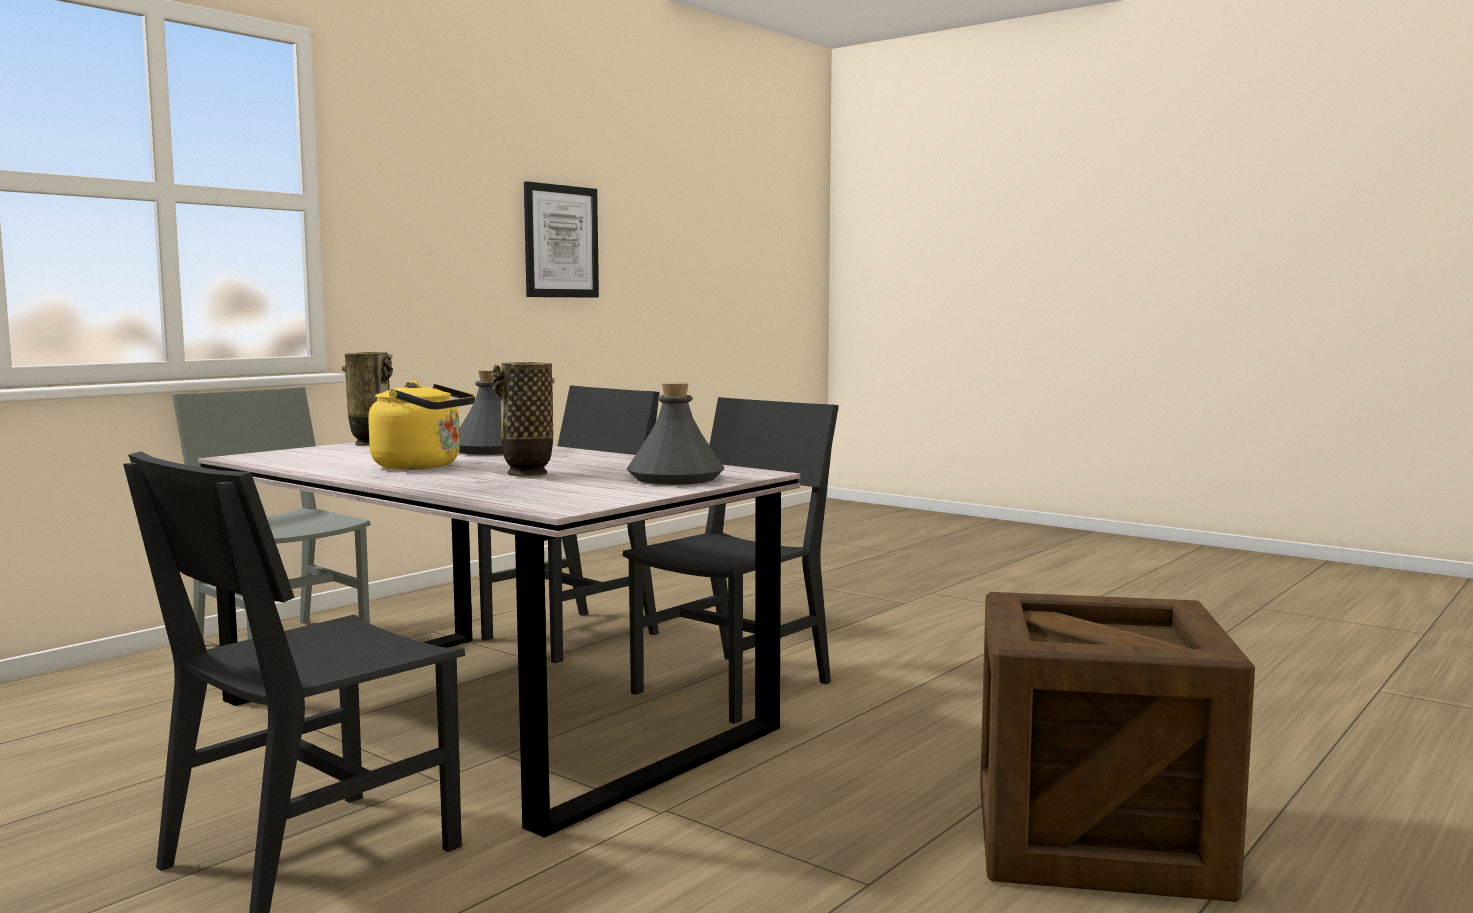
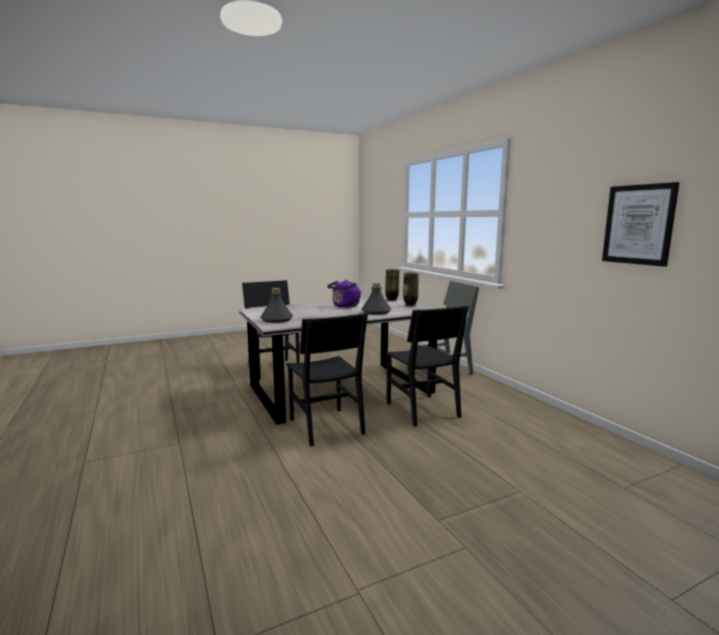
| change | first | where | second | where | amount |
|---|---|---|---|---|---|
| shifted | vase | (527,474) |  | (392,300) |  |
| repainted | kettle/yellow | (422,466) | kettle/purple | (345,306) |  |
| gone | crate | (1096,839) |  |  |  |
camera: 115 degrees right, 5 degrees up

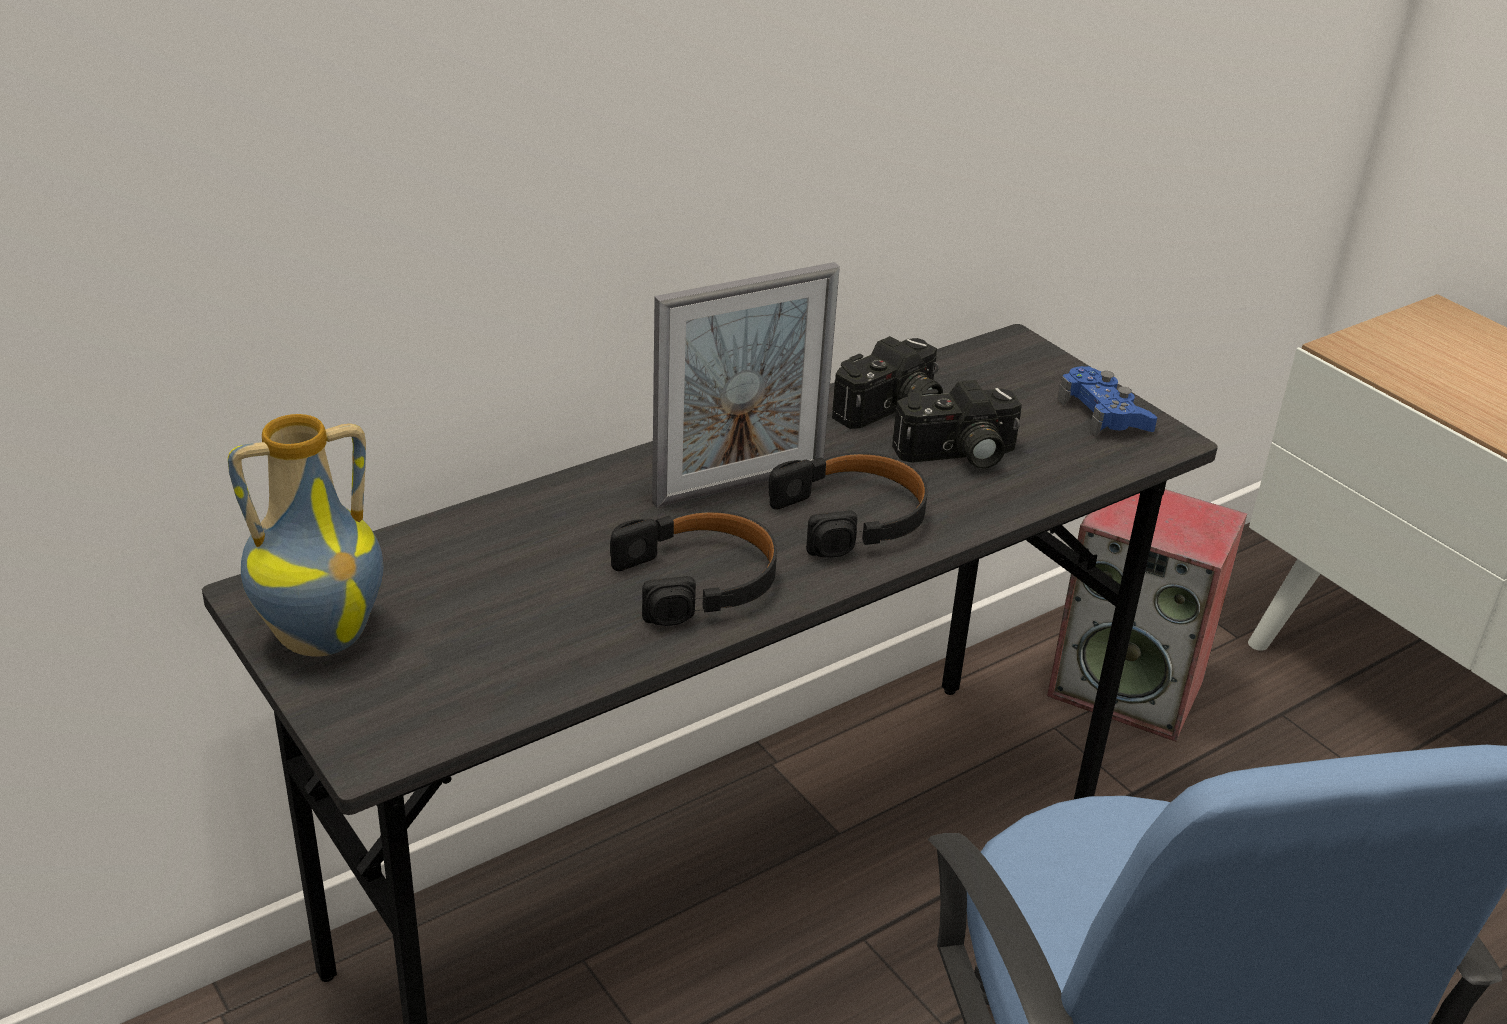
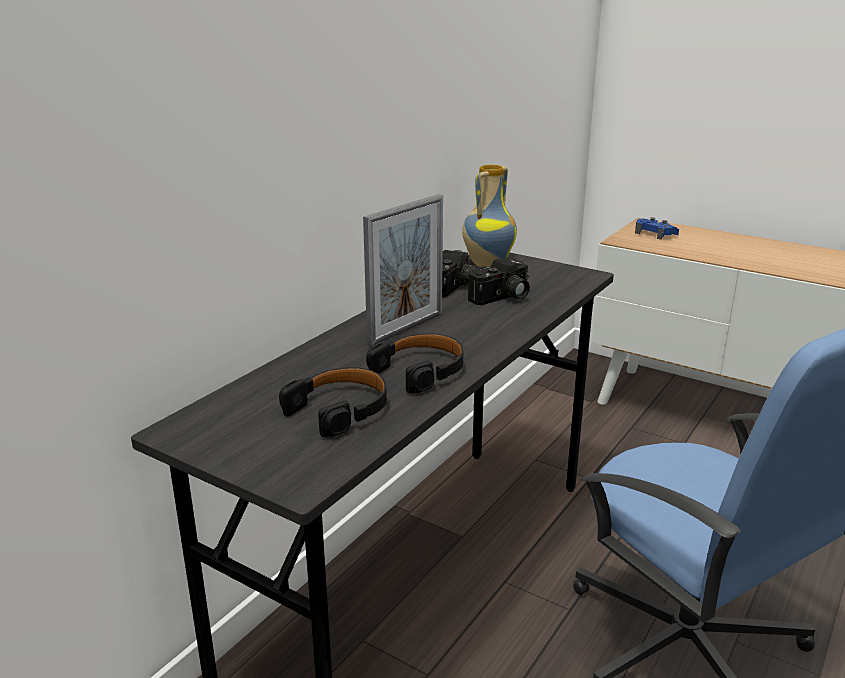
| change | first | where | second | where | amount |
|---|---|---|---|---|---|
| shifted | game controller/blue | (1104,414) |  | (655,234) |  |
| shifted | vase | (322,634) |  | (487,264) |  |
| shifted | headphones/black | (852,517) |  | (340,409) |  |
| gone | speaker | (1128,689) |  |  |  |
camera: 20 degrees left, 10 degrees down

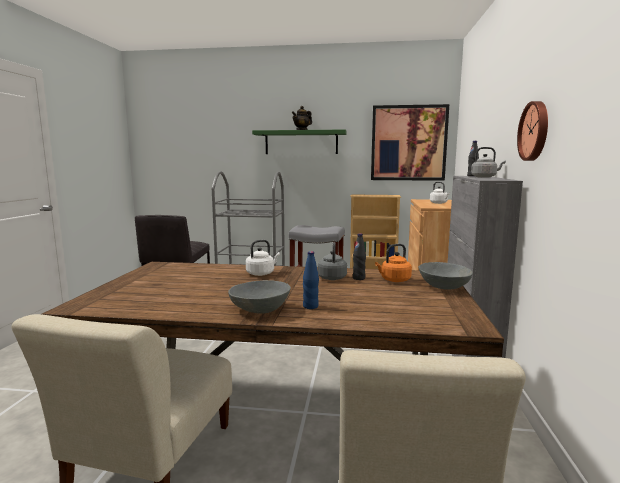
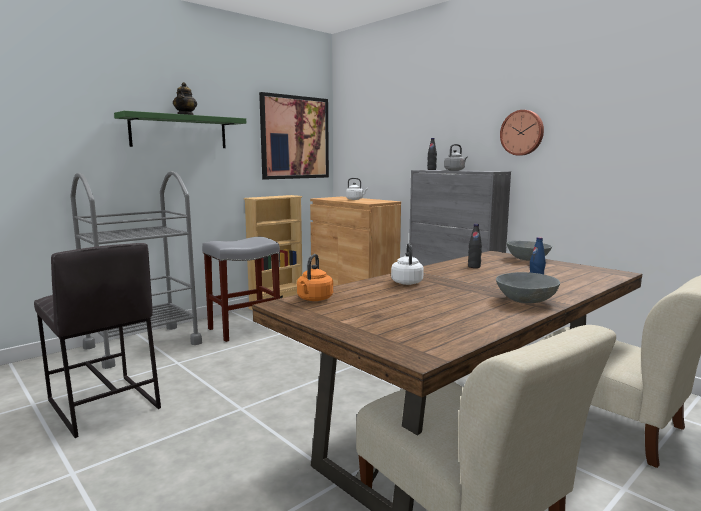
| change | first | where | second | where | amount |
|---|---|---|---|---|---|
| gone | kettle/grey | (332,277) |  |  |  |
| shifted | kettle/orange | (394,280) |  | (314,299) |  |
camera: 50 degrees left, 0 degrees up

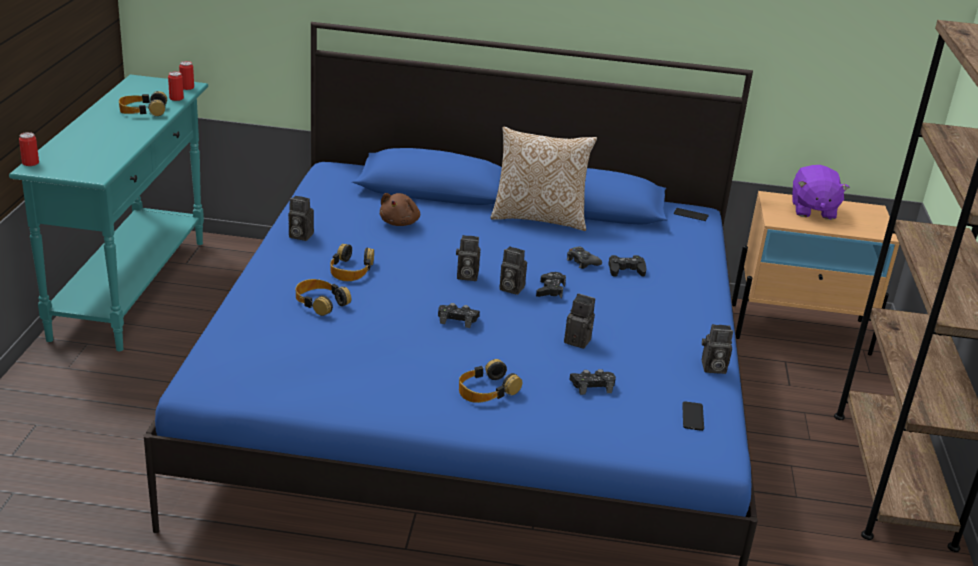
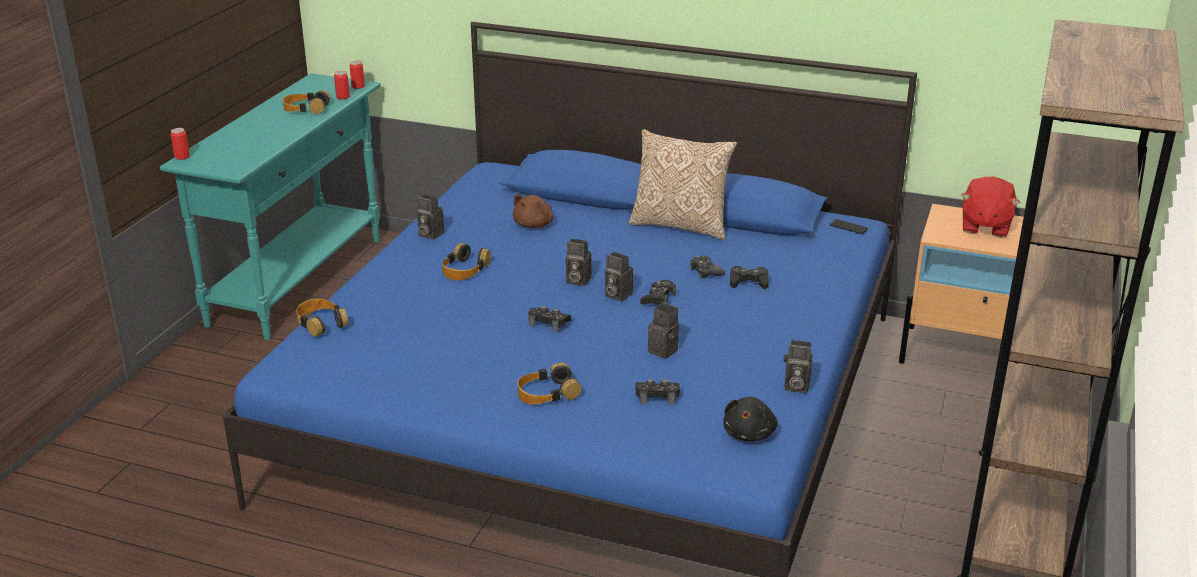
| change | first | where | second | where | amount |
|---|---|---|---|---|---|
| repainted | plush toy/purple | (812,210) | plush toy/red | (984,226) |  |
| shifted | headphones | (320,302) |  | (321,323) |  |
| swapped | phone | (692,416) | plush toy/black | (749,433) |  |
camera: 15 degrees right, 0 degrees up

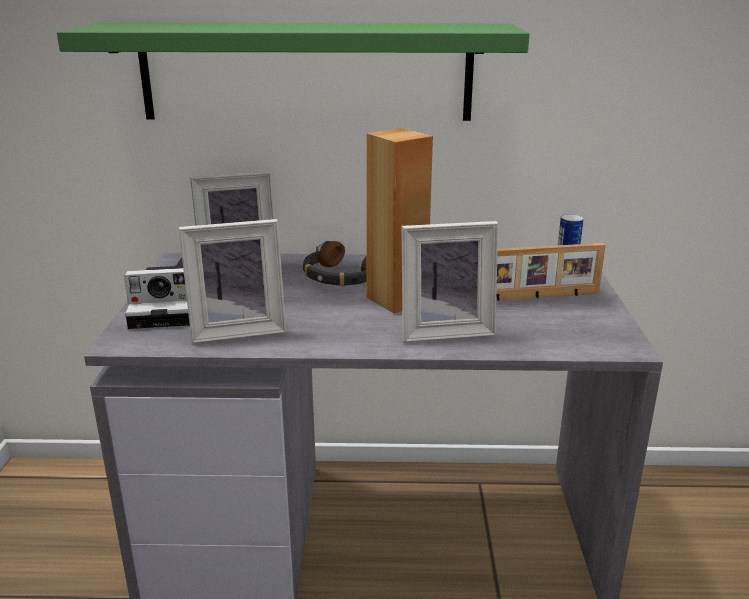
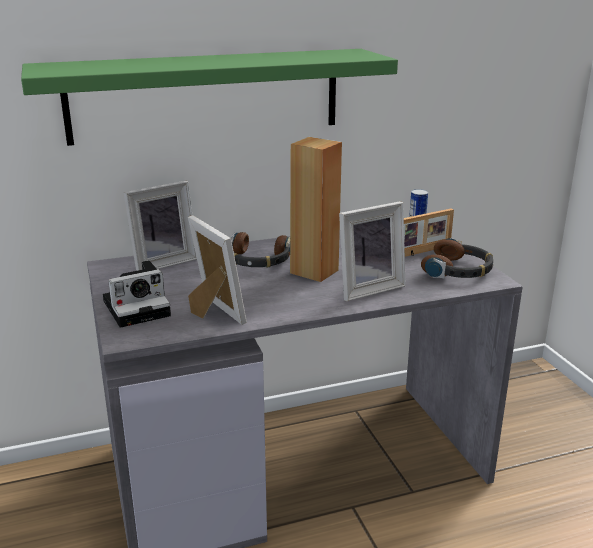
| change | first | where | second | where | amount |
|---|---|---|---|---|---|
| rotated | picture frame | (237,329) |  | (212,313) | 90 degrees counterclockwise |
| new |  |  | headphones | (458,270) |  |
camera: 20 degrees left, 0 degrees up

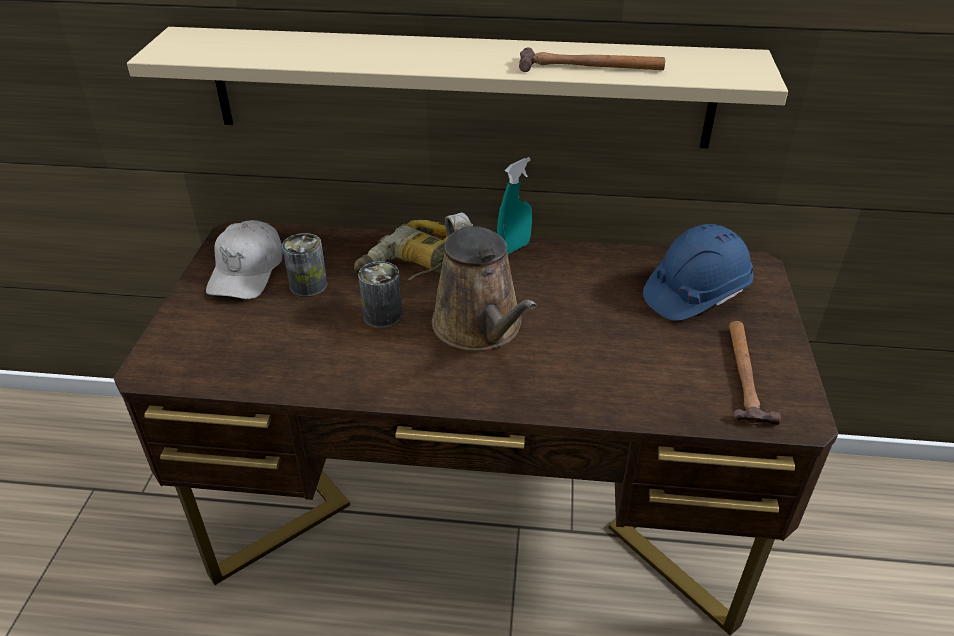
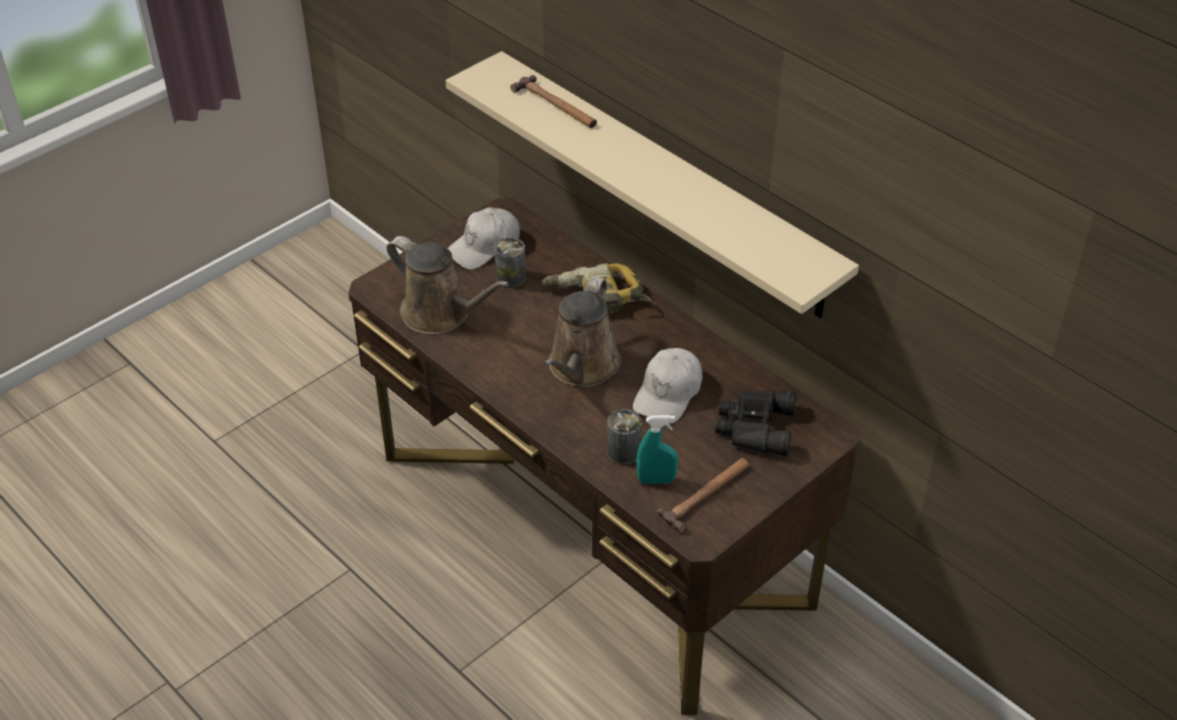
| change | first | where | second | where | amount |
|---|---|---|---|---|---|
| shifted | hammer | (591,67) |  | (556,106) |  |
| shifted | spray bottle/turquoise | (514,248) |  | (656,480) |  |
| swapped | hard hat/blue | (695,294) | binoculars/black | (754,427) |  |
| shifted | can | (382,315) |  | (623,452) |  |
| new |  |  | watering can/brown | (441,314) |  |
| new |  |  | cap/white | (668,393) |  |
camera: 40 degrees right, 5 degrees up

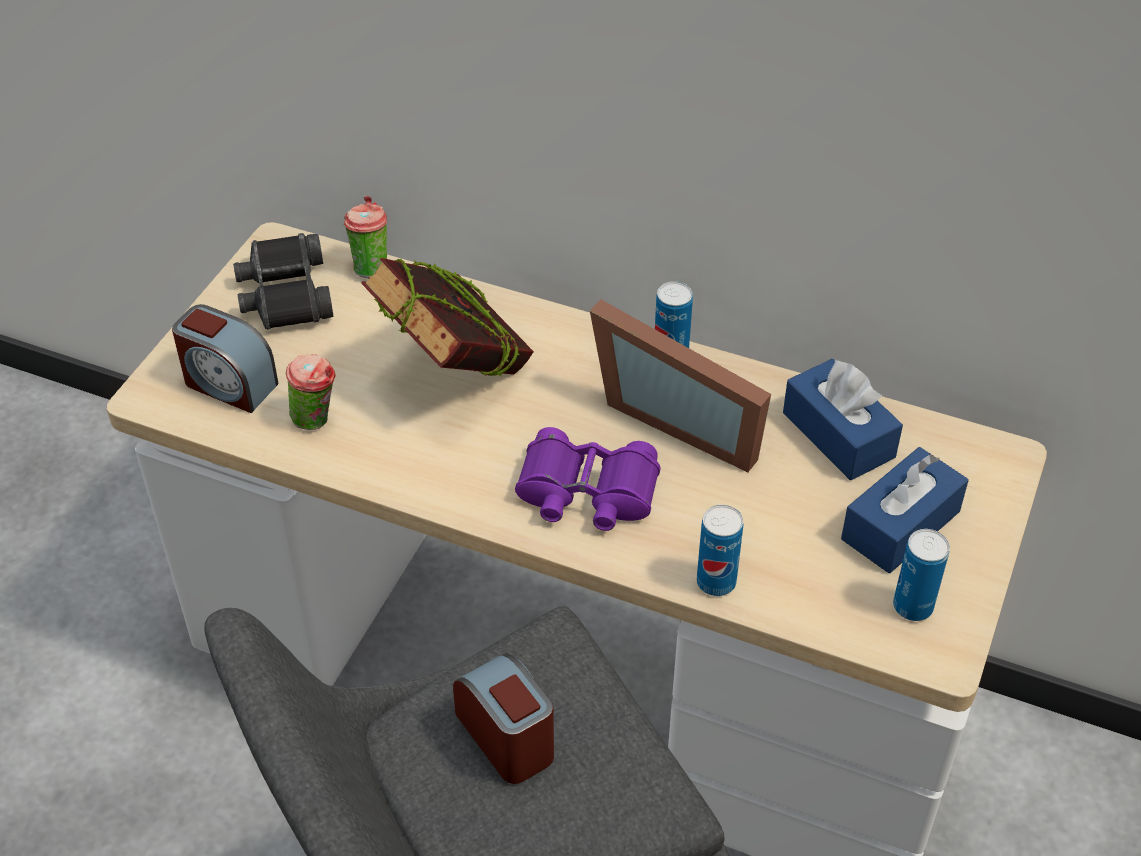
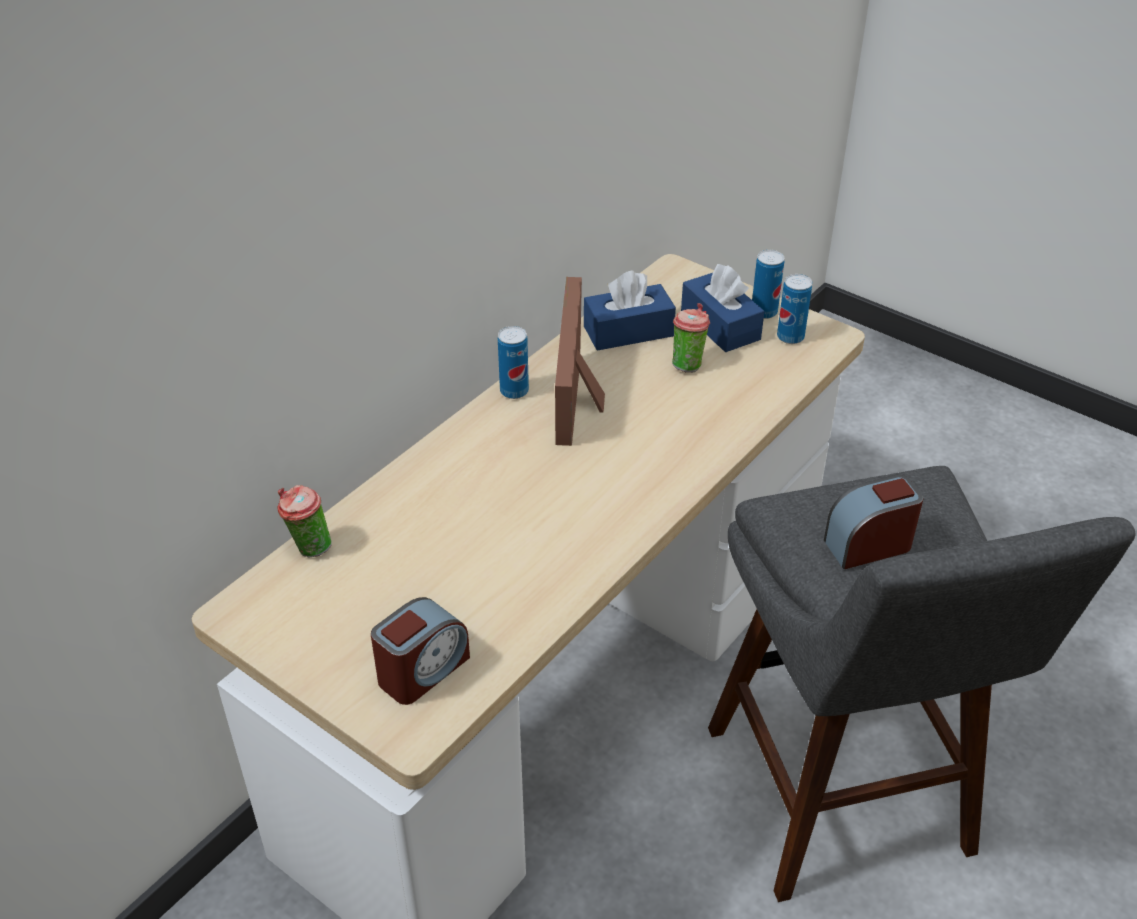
| change | first | where | second | where | amount |
|---|---|---|---|---|---|
| gone | binoculars/black | (284,294) |  |  |  |
| gone | book | (454,376) |  |  |  |
| rotated | picture frame | (682,417) |  | (582,398) | 135 degrees clockwise |
| shifted | cup | (317,420) |  | (687,363) |  |
| gone | binoculars/purple | (587,494) |  |  |  |
| shifted | can | (716,582) |  | (764,312) |  |
camera: 75 degrees left, 5 degrees down

